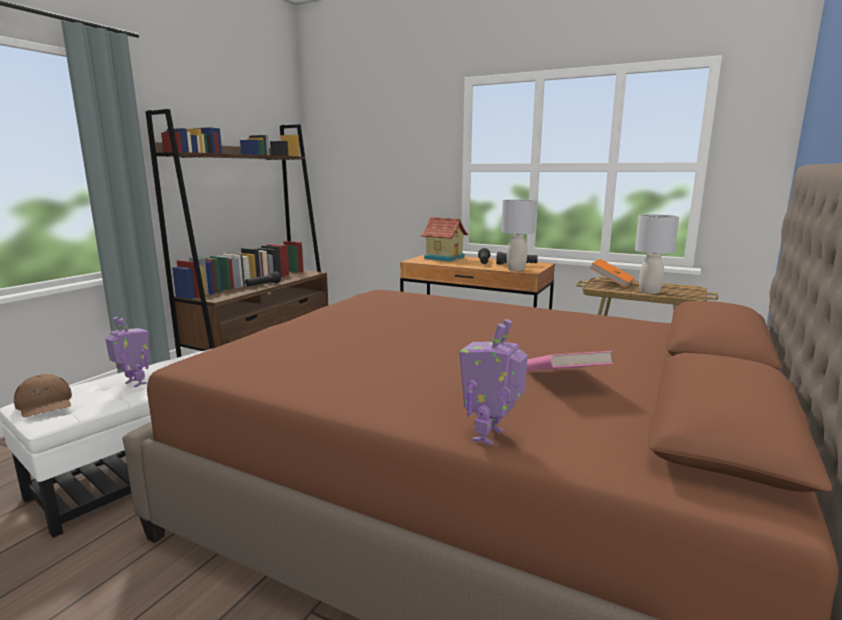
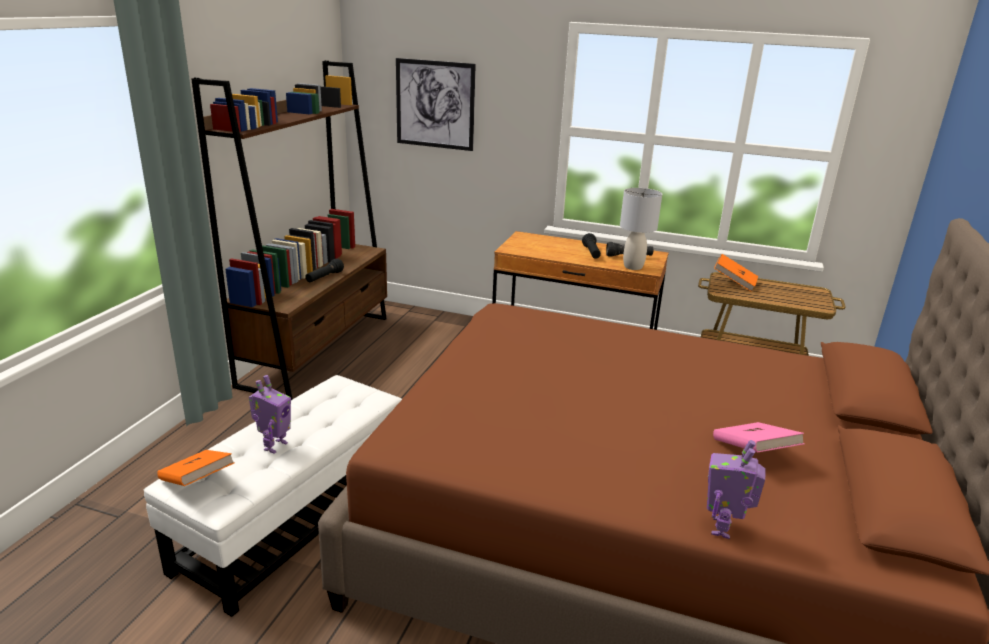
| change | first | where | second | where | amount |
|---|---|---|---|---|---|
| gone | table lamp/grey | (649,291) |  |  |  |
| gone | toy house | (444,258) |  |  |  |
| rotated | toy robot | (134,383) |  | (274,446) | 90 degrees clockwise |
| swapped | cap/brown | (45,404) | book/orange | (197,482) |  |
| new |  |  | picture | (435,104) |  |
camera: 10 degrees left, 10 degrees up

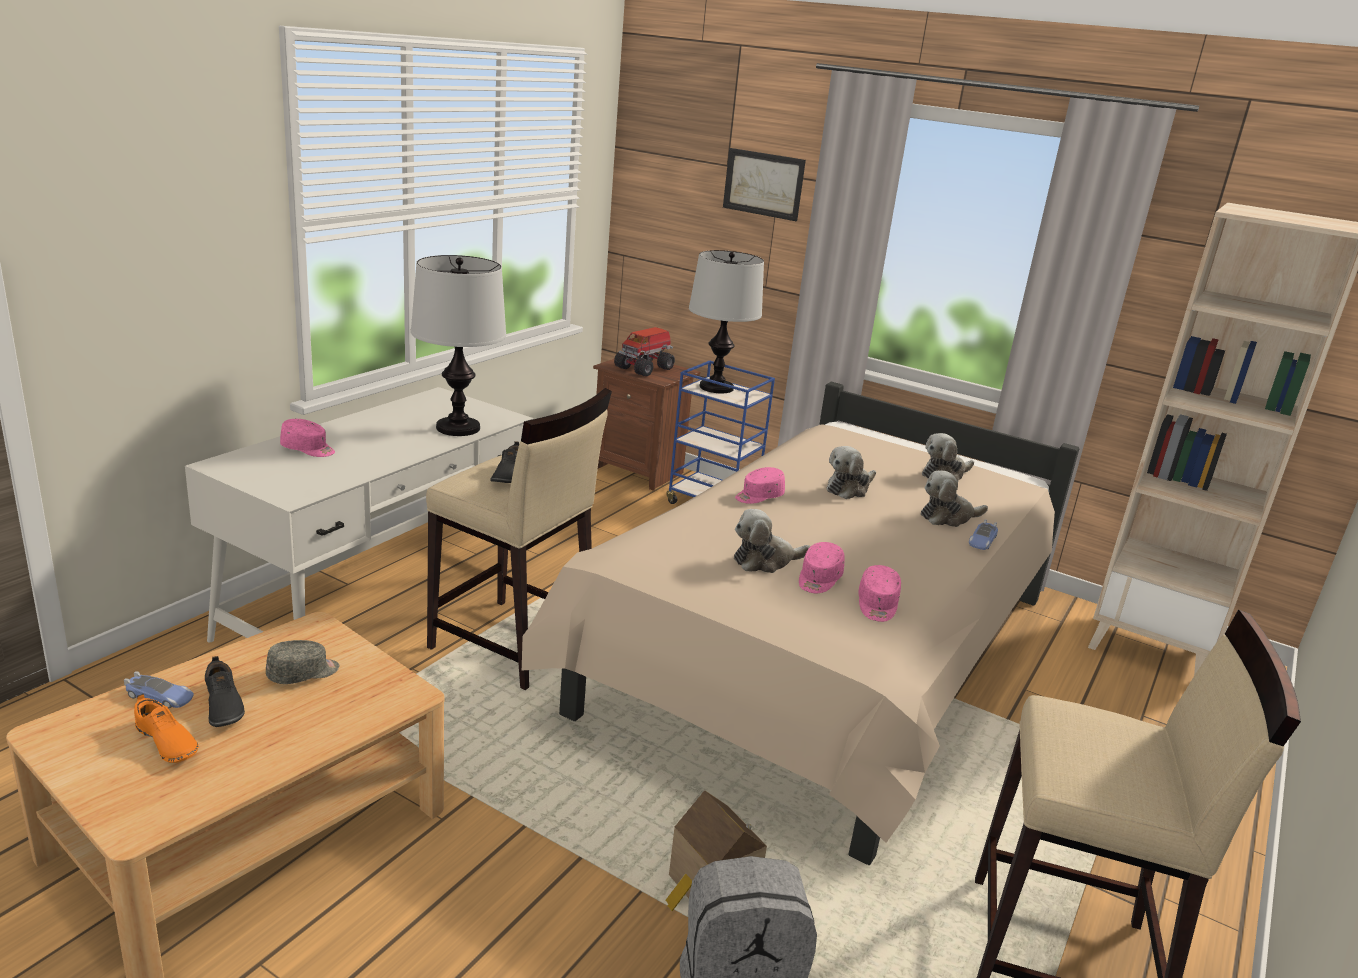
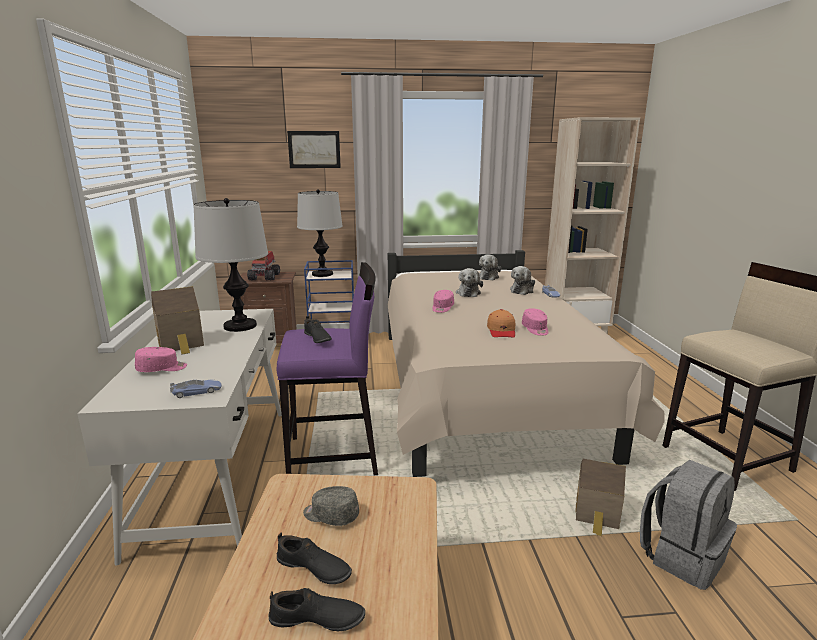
| change | first | where | second | where | amount |
|---|---|---|---|---|---|
| repainted | stool/beige | (512,644) | stool/purple | (334,456) |  |
| swapped | plush toy | (765,561) | cap/orange | (501,331) |  |
| gone | cap/pink | (877,605) |  |  |  |
| rotated | cap/grey | (303,673) |  | (330,515) | 90 degrees counterclockwise |
| shifted | toy car | (160,697) |  | (197,391) |  |
| repainted | shoe/orange | (166,742) | shoe/black | (317,619) |  |
| new |  |  | toy house | (181,344) |  |
camera: 35 degrees left, 5 degrees down

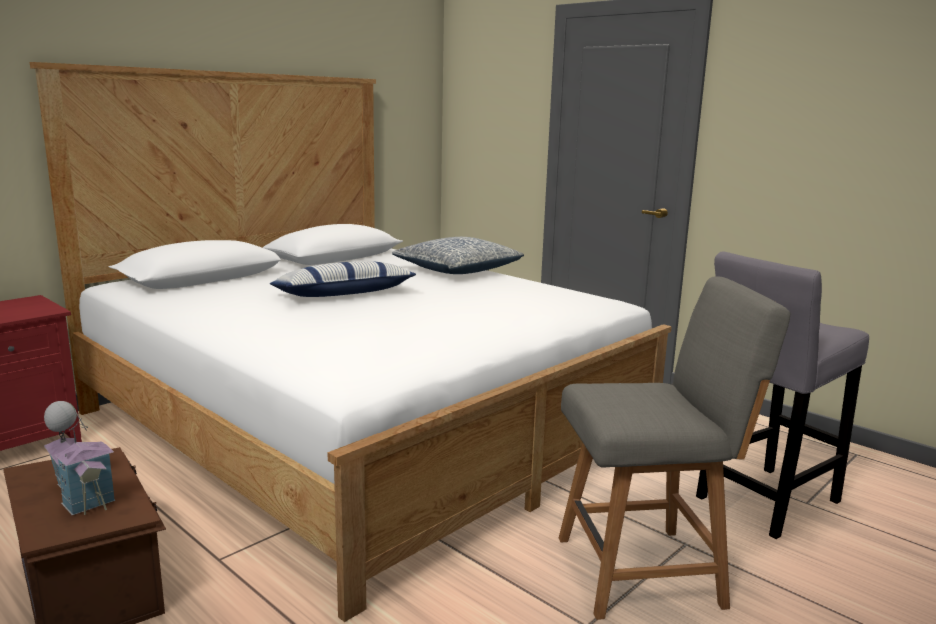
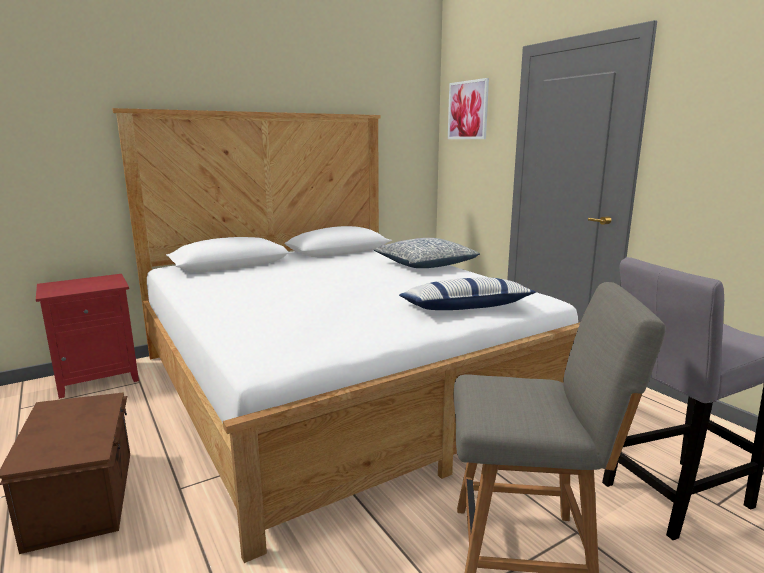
| change | first | where | second | where | amount |
|---|---|---|---|---|---|
| shifted | pillow | (343,294) |  | (465,308) |  |
| gone | toy house | (82,495) |  |  |  |
| new |  |  | picture | (468,110) |  |
camera: 15 degrees right, 0 degrees up

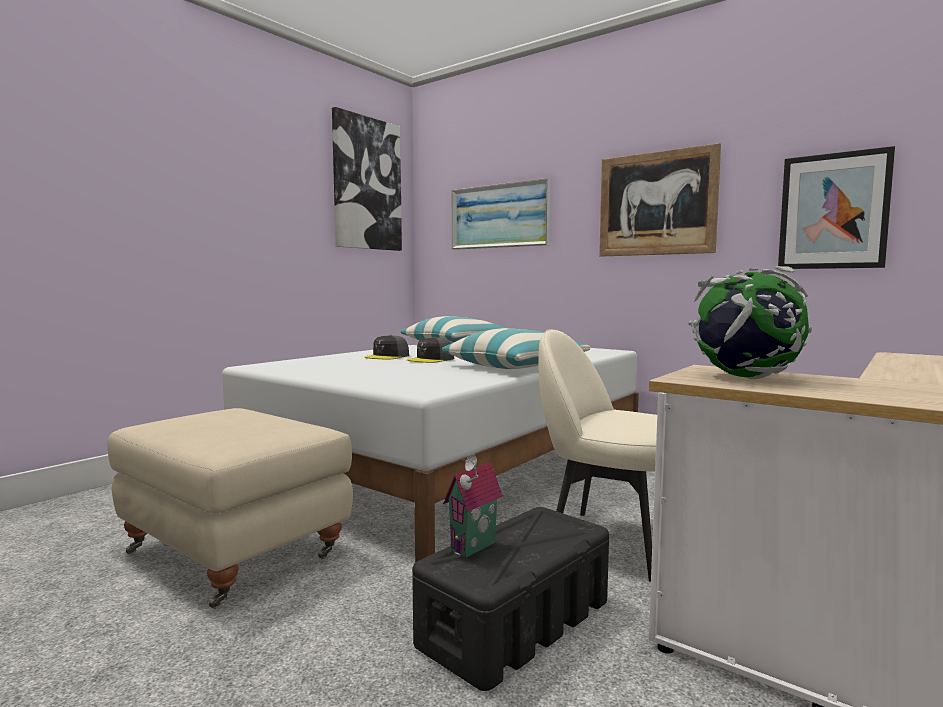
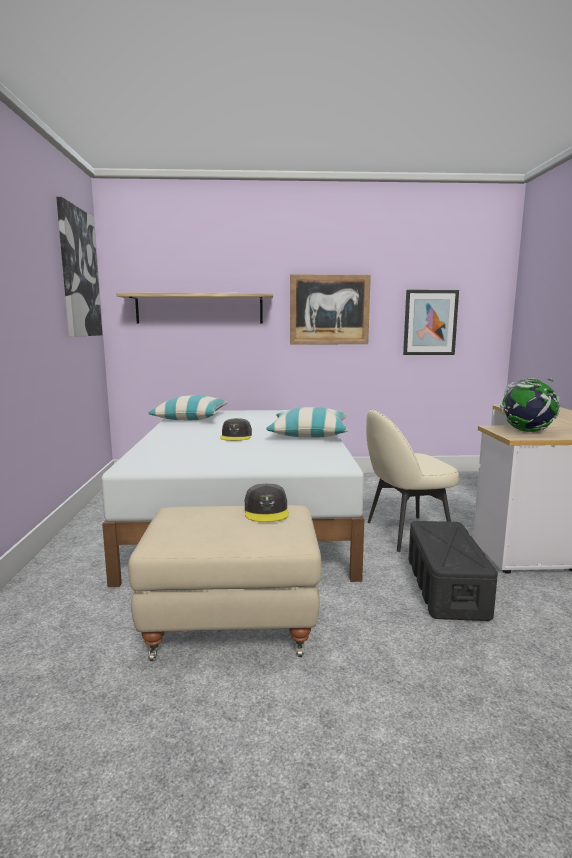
| change | first | where | second | where | amount |
|---|---|---|---|---|---|
| swapped | picture | (499,216) | shelf | (199,309) |  |
| shifted | cap/grey | (387,356) |  | (266,511) |  |
| gone | toy house | (475,548) |  |  |  |
camera: 40 degrees left, 5 degrees up

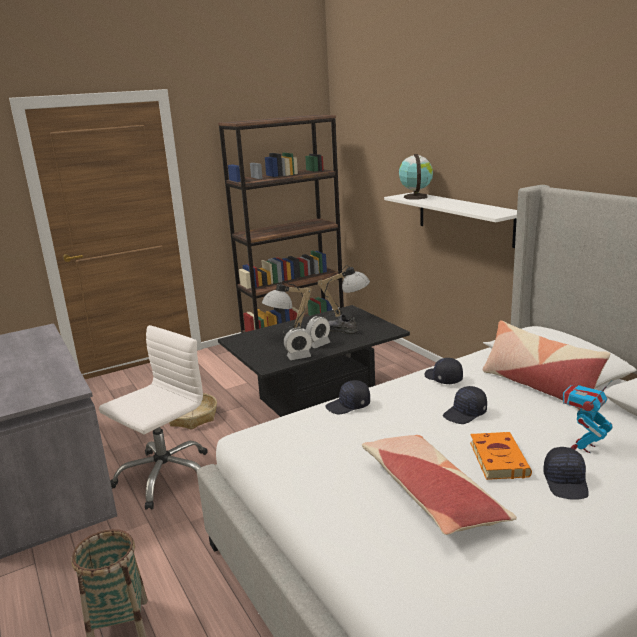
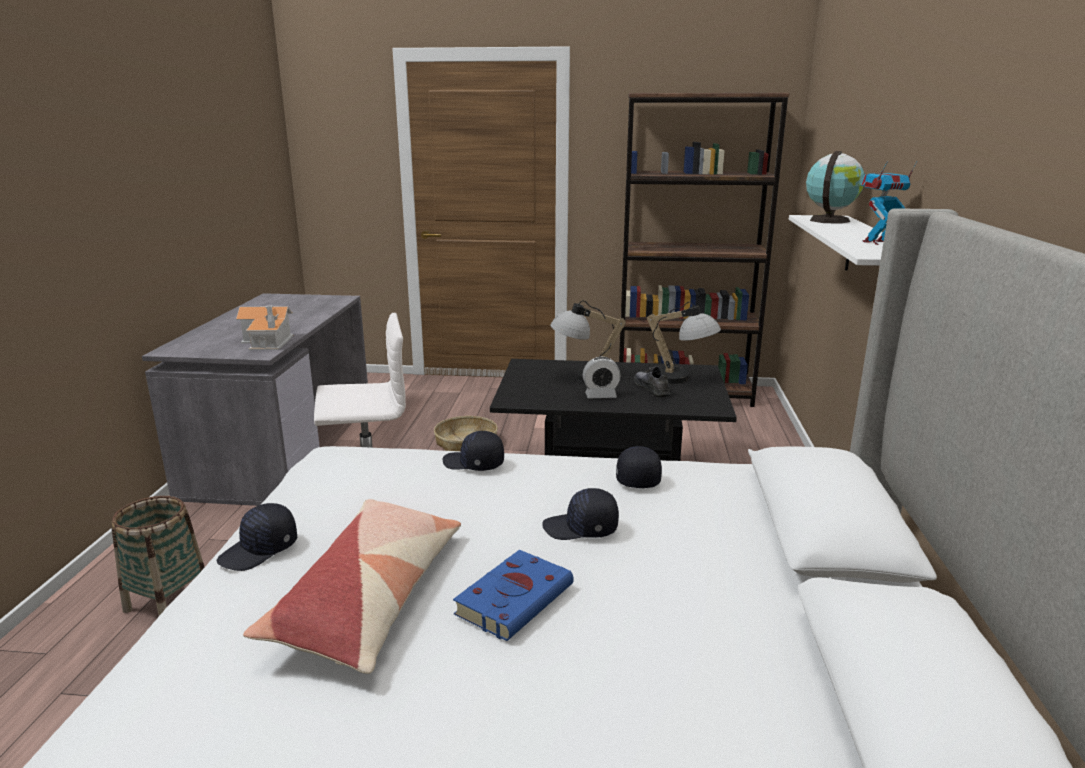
| change | first | where | second | where | amount |
|---|---|---|---|---|---|
| gone | pillow | (538,387) |  |  |  |
| gone | alarm clock | (299,357) |  |  |  |
| shifted | toy robot | (582,446) |  | (877,242) |  |
| repainted | book/orange | (497,458) | book/blue | (516,598) |  |
| shifted | cap/black | (566,483) |  | (260,550) |  |
| new |  |  | toy house | (269,341) |  |
camera: 35 degrees right, 0 degrees up

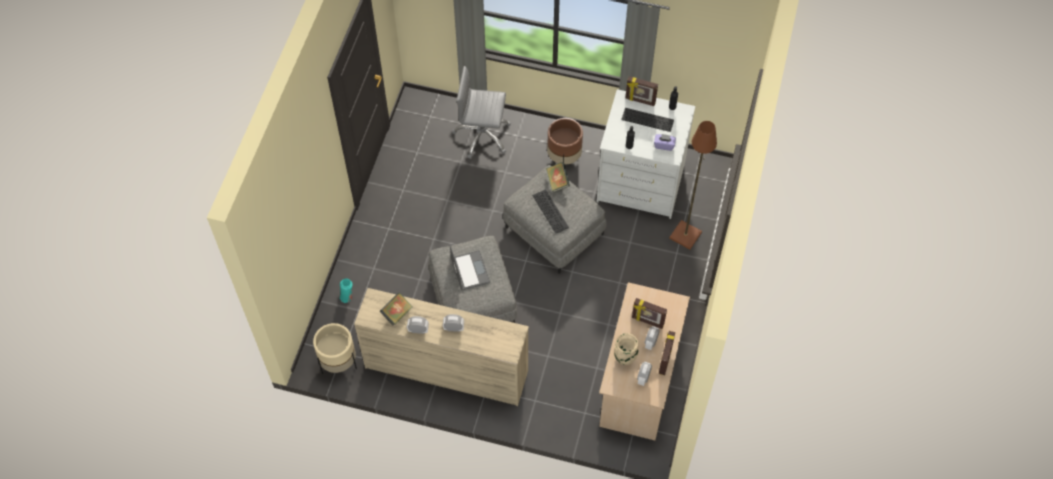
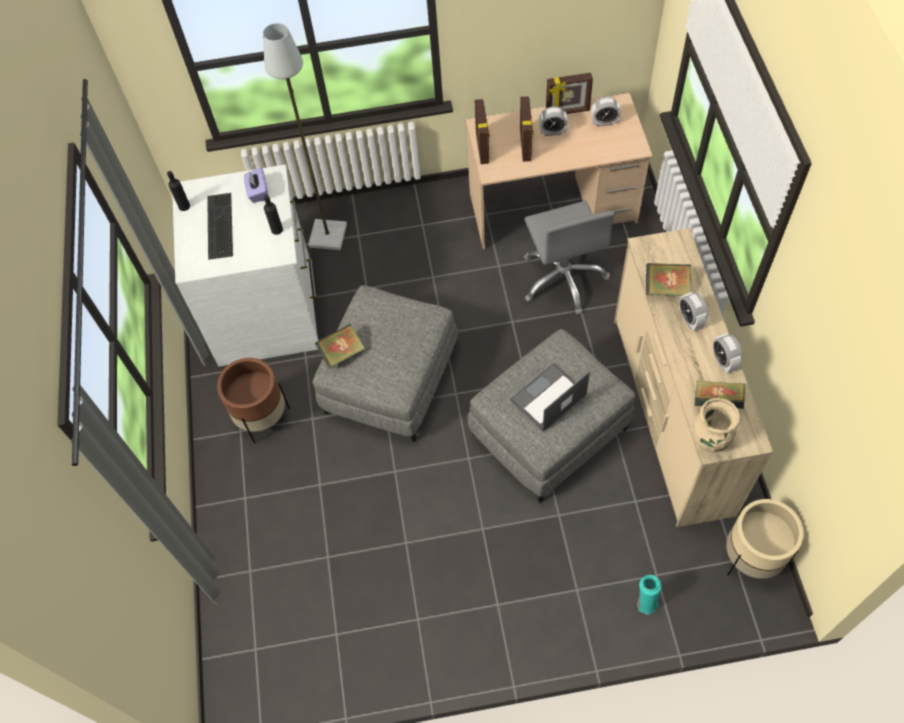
| change | first | where | second | where | amount |
|---|---|---|---|---|---|
| shifted | office chair/grey | (482,136) |  | (563,278) |  |
| shifted | picture frame | (640,101) |  | (483,147) |  |
| repainted | floor lamp/brown | (686,235) | floor lamp/grey | (327,235) |  |
| gone | keyboard | (551,211) |  |  |  |
| shifted | vase/beige | (624,358) |  | (709,441) |  |
| new |  |  | book | (666,288) |  |
camera: 110 degrees left, 0 degrees up

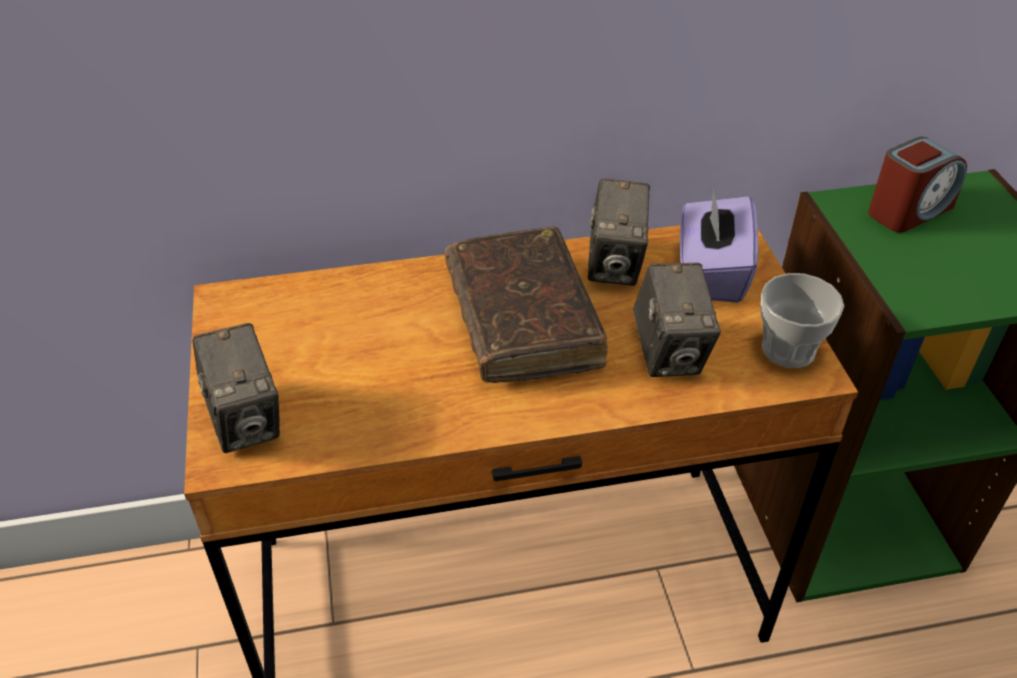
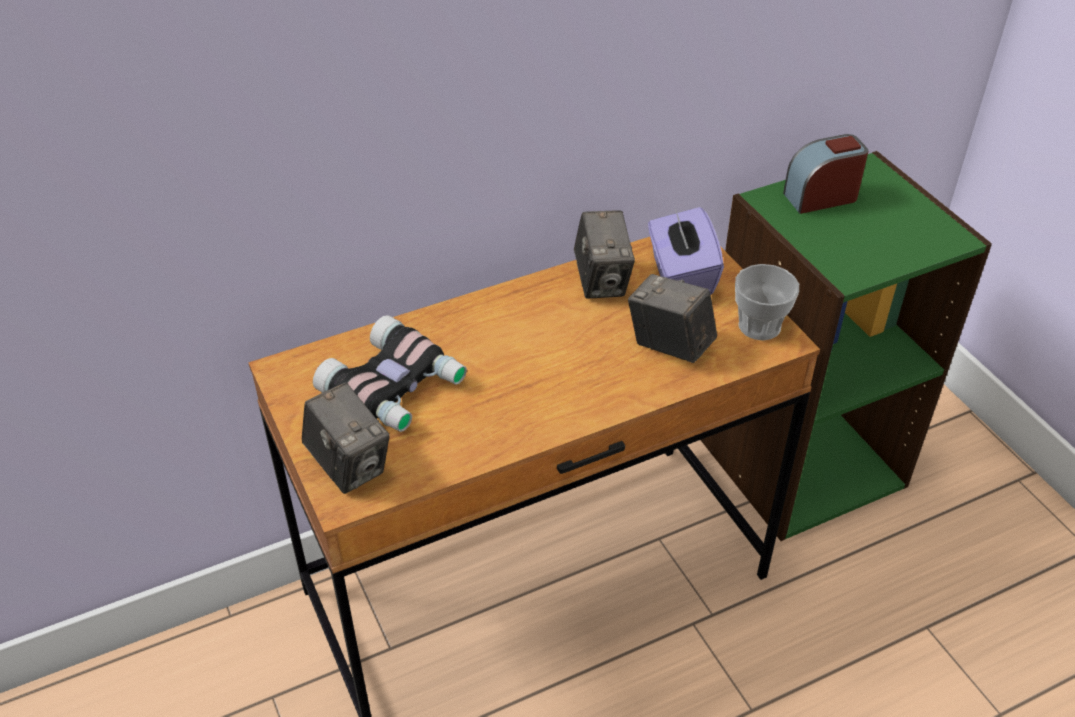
| change | first | where | second | where | amount |
|---|---|---|---|---|---|
| rotated | alarm clock | (909,210) |  | (821,197) | 150 degrees counterclockwise |
| gone | book/brown | (522,319) |  |  |  |
| rotated | photo camera | (669,353) |  | (669,346) | 150 degrees clockwise |
| new |  |  | binoculars | (395,388) |  |
camera: 15 degrees left, 0 degrees up

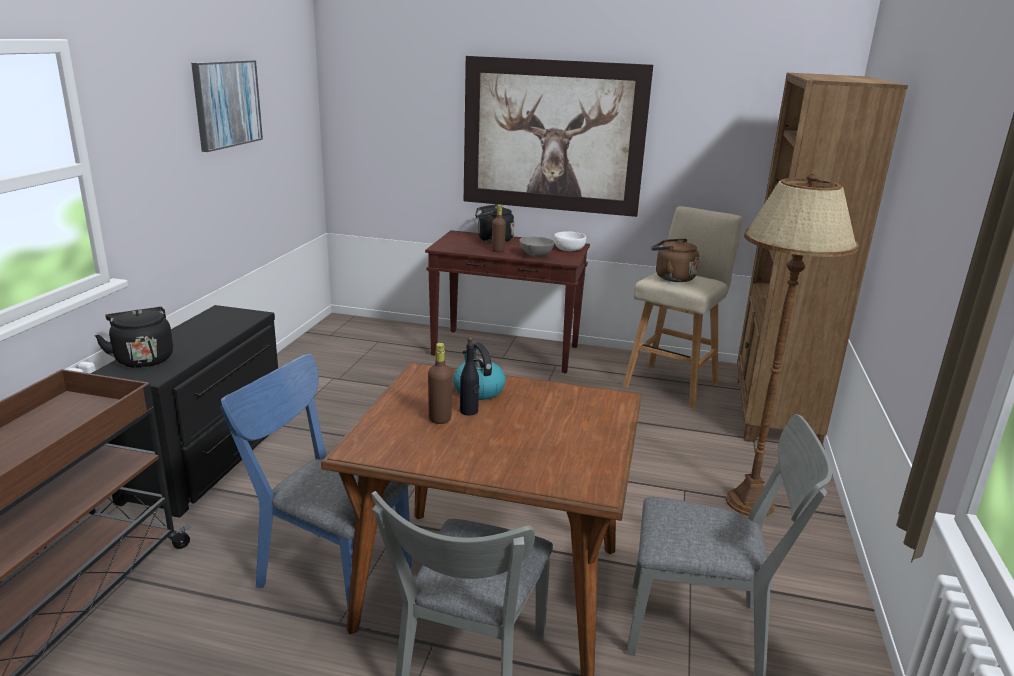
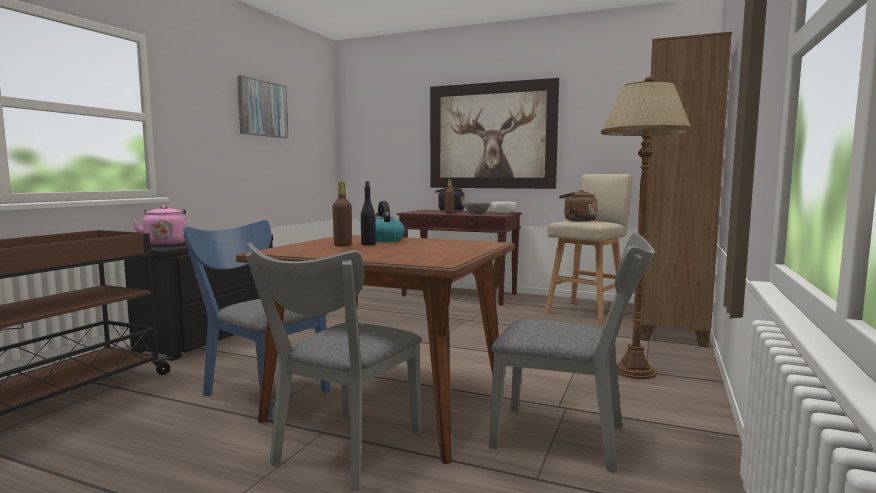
| change | first | where | second | where | amount |
|---|---|---|---|---|---|
| repainted | kettle/black | (143,359) | kettle/pink | (165,243) |  |
camera: 10 degrees right, 15 degrees down

